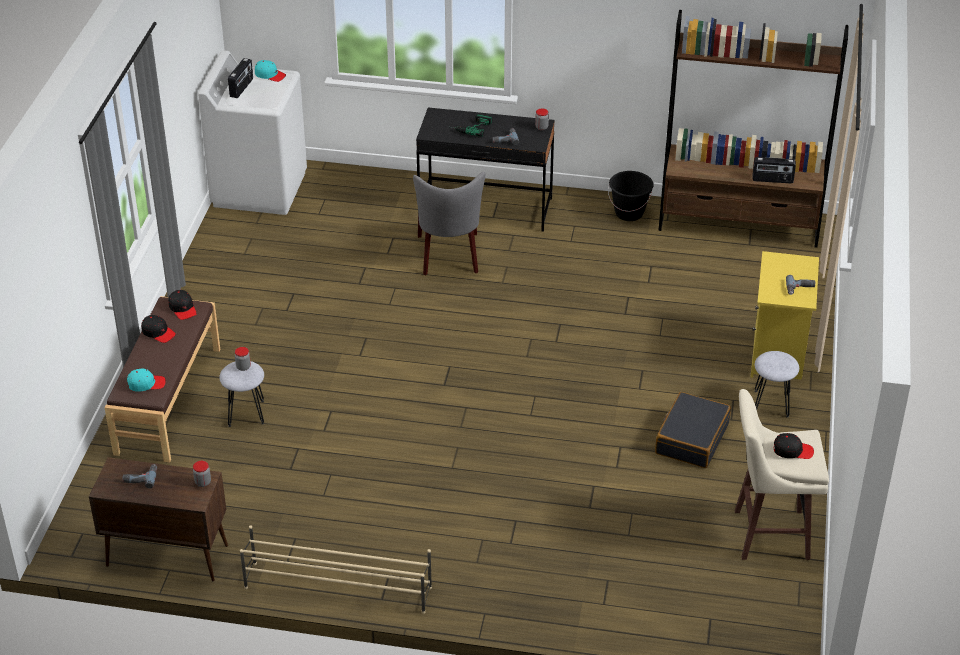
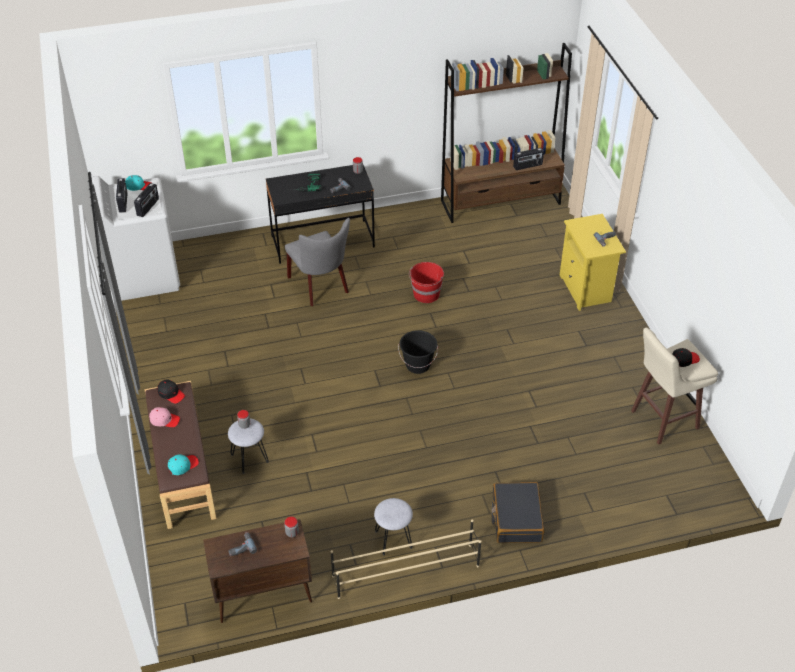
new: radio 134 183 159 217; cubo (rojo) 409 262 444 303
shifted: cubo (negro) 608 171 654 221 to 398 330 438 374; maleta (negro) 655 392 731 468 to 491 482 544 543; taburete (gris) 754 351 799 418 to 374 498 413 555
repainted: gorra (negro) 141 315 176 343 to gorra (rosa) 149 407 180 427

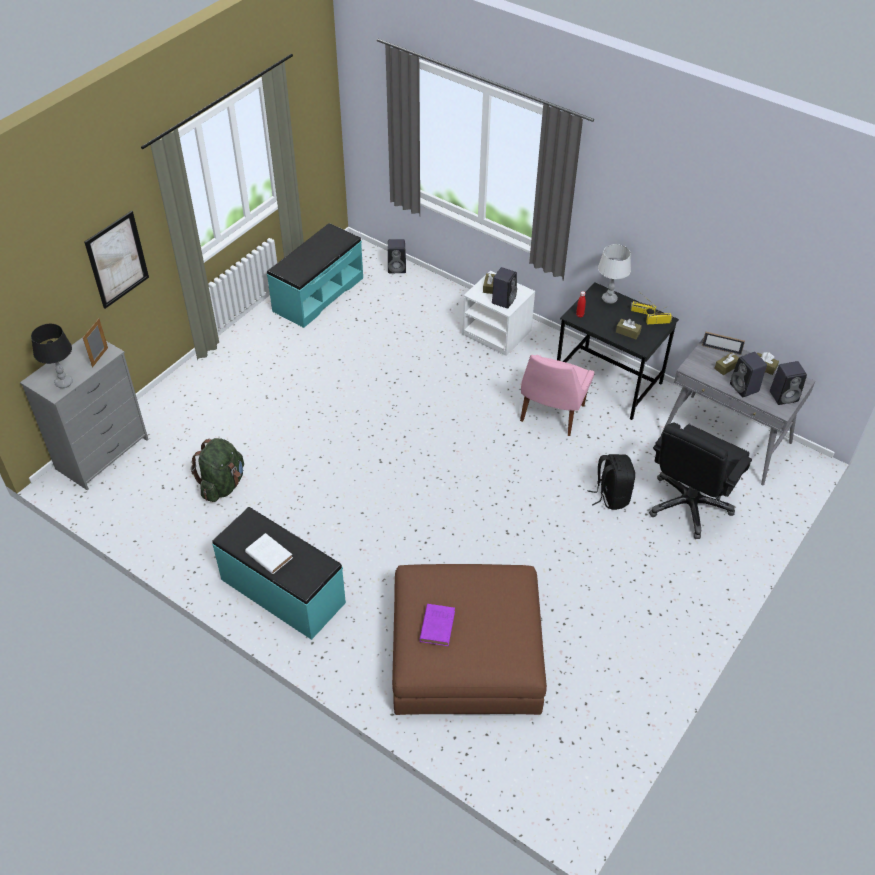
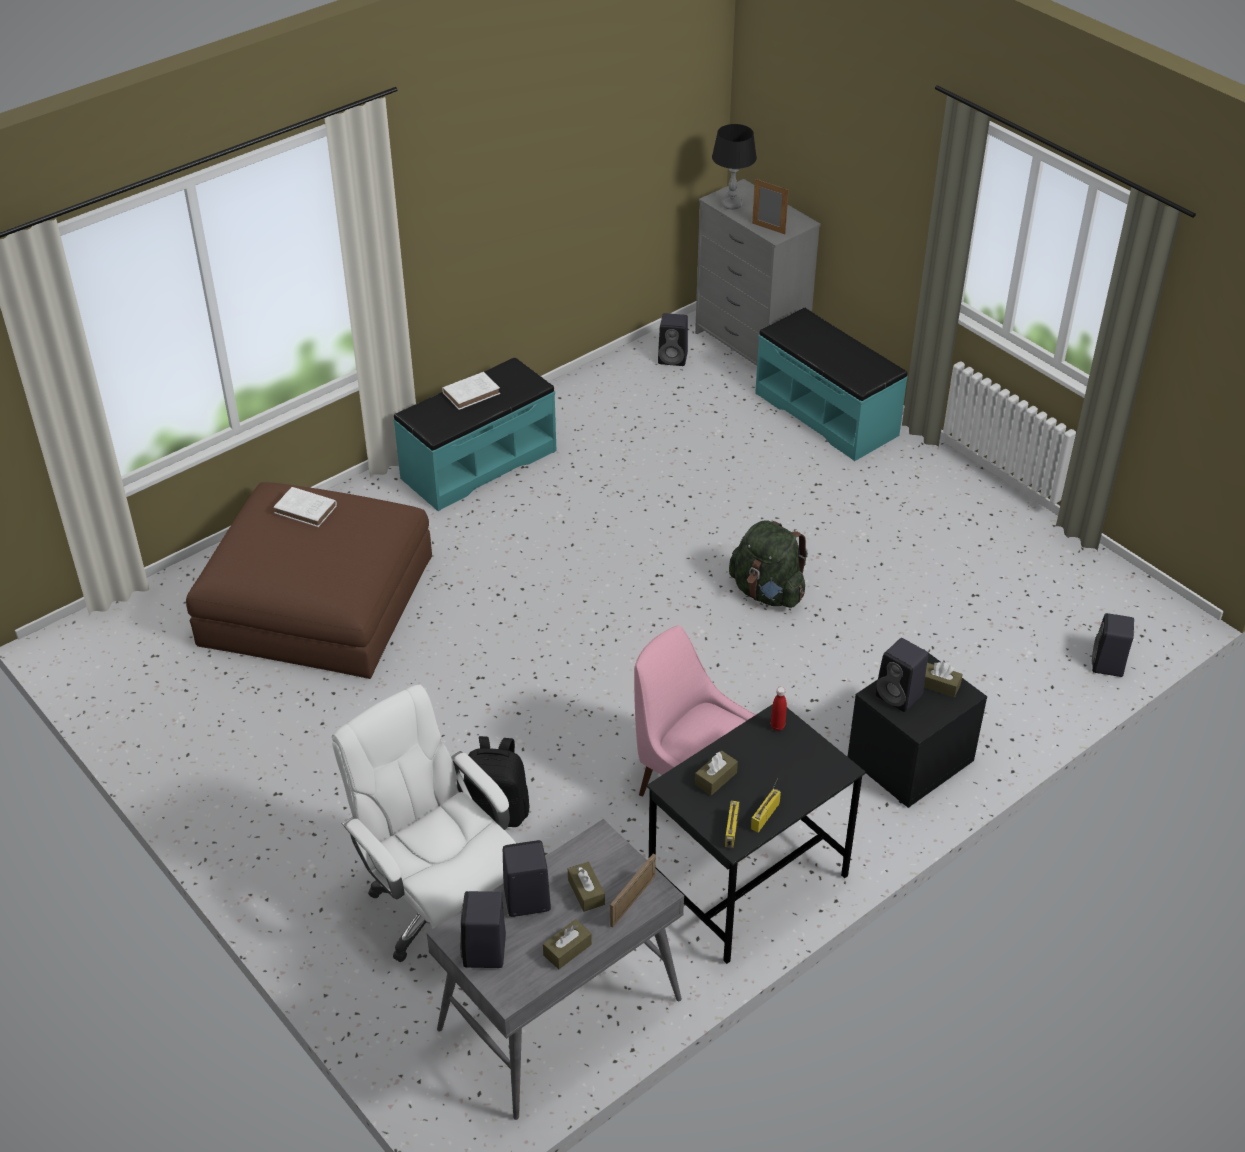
gone: cuadro 84 211 149 309; lámpara de mesa (gris) 598 244 631 304
new: altavoz (negro) 658 313 688 366
shifted: mochila (verde) 191 438 244 502 to 729 520 808 608; banco (turquesa) 267 223 363 328 to 755 308 908 461
repainted: libro (morado) 419 604 455 646 to libro (blanco) 274 487 337 527; mesita de noche (blanco) 463 271 535 356 to mesita de noche (negro) 848 649 987 808; silla de oficina (negro) 649 422 752 539 to silla de oficina (blanco) 332 684 516 962

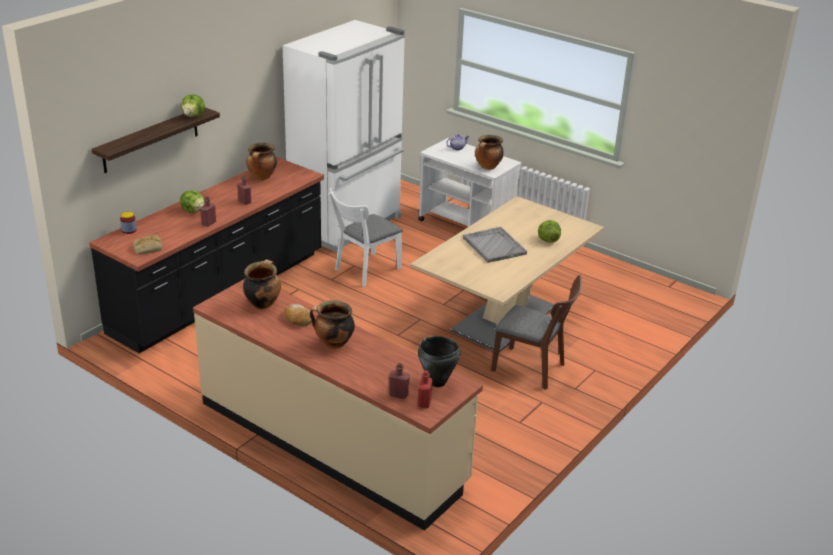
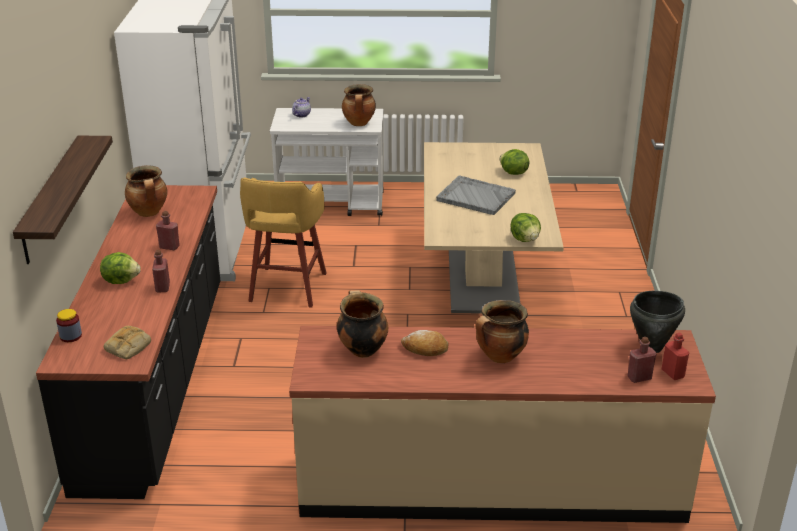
gone: silla (marrón) 491 275 582 390
shifted: lechuga 181 94 205 117 to 510 213 541 242
swapped: silla (blanco) 329 188 403 287 to taburete (amarillo) 240 177 326 308

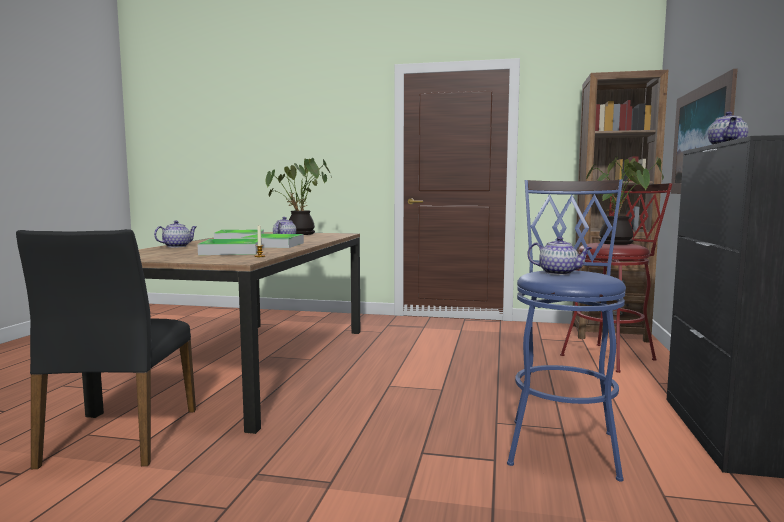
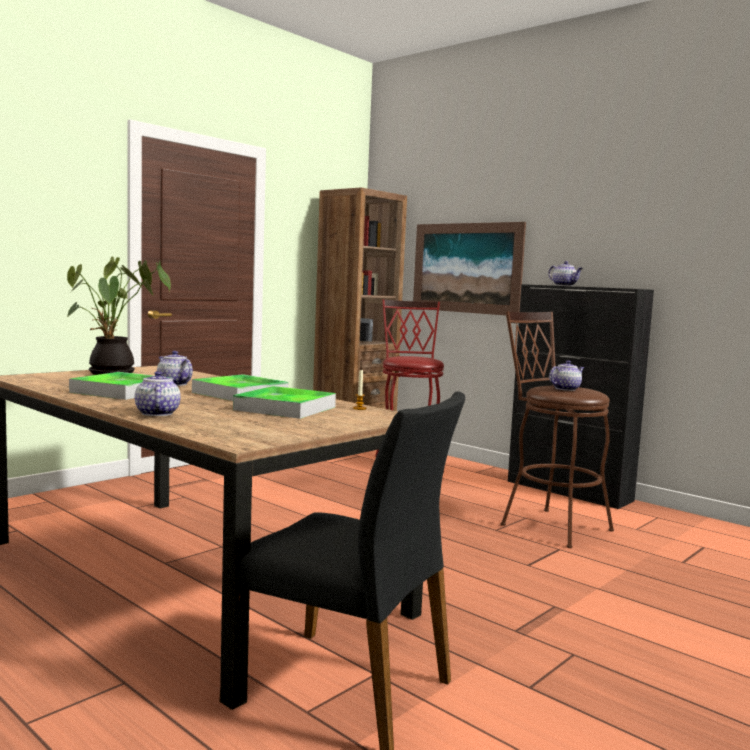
gone: planta en maceta 586 157 664 245
repainted: taburete (azul) 507 180 626 481 to taburete (marrón) 501 311 614 548

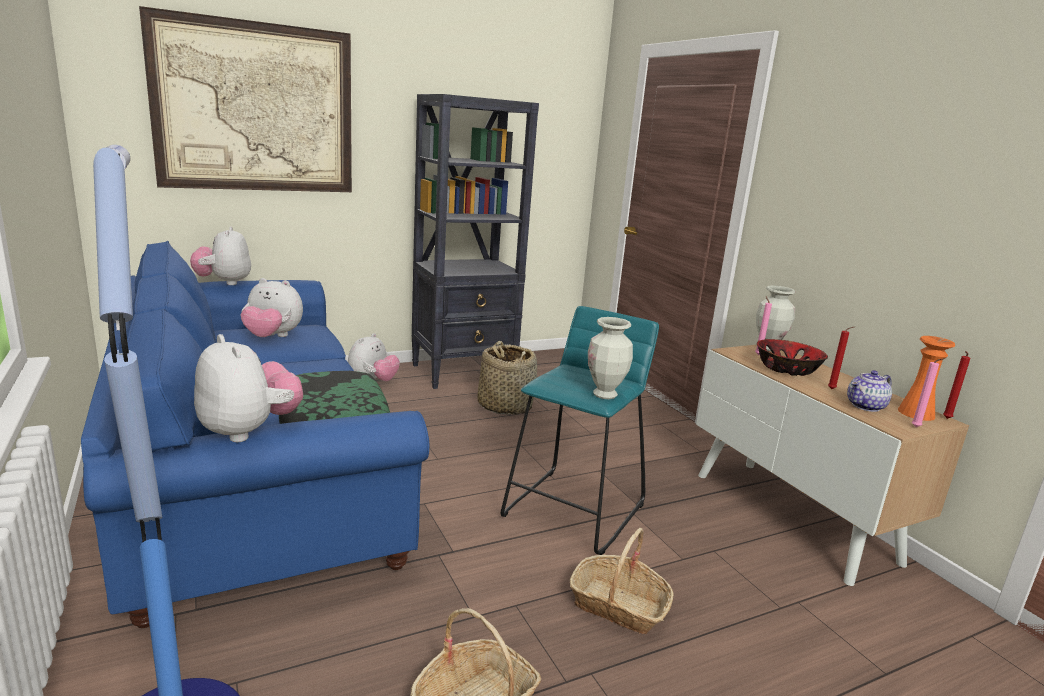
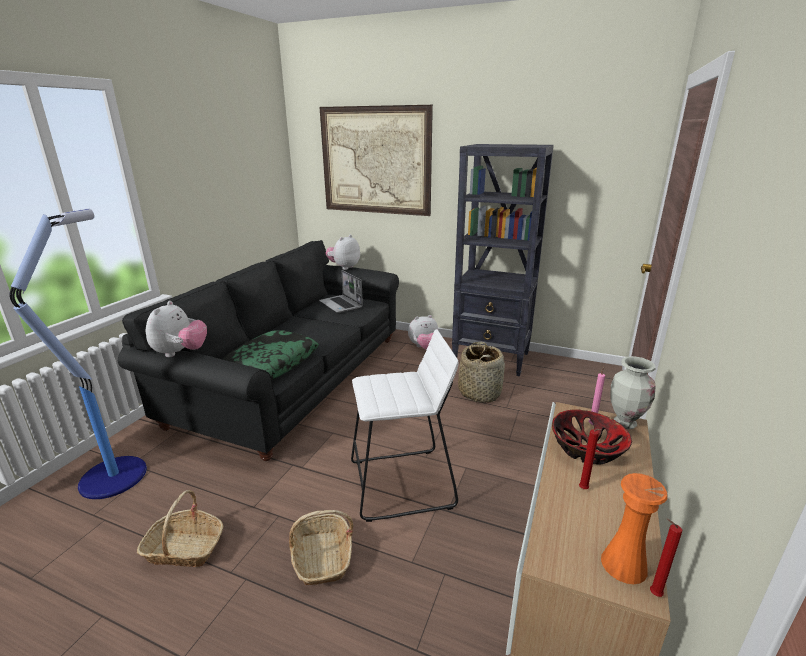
gone: florero 588 317 633 399; tetera 847 370 892 412; vela (rosa) 912 358 945 427
swapped: peluche 241 278 303 337 to portátil 319 270 363 313
repainted: sofá (azul) 81 241 429 628 to sofá (negro) 118 240 399 461; taburete (turquesa) 501 306 659 555 to taburete (blanco) 351 329 459 522

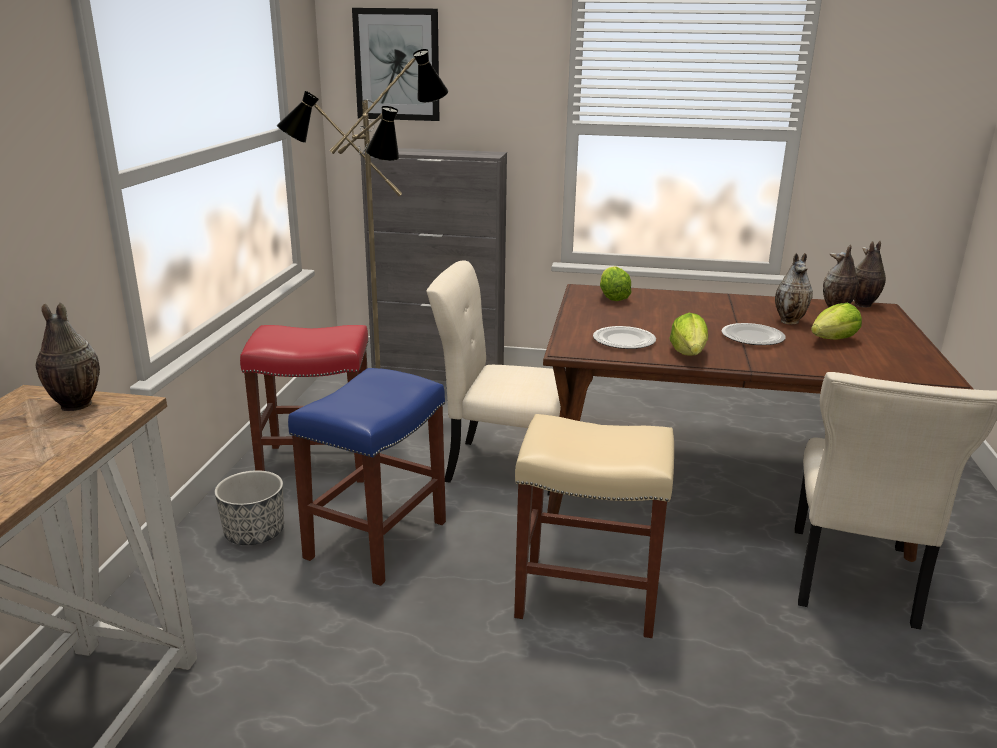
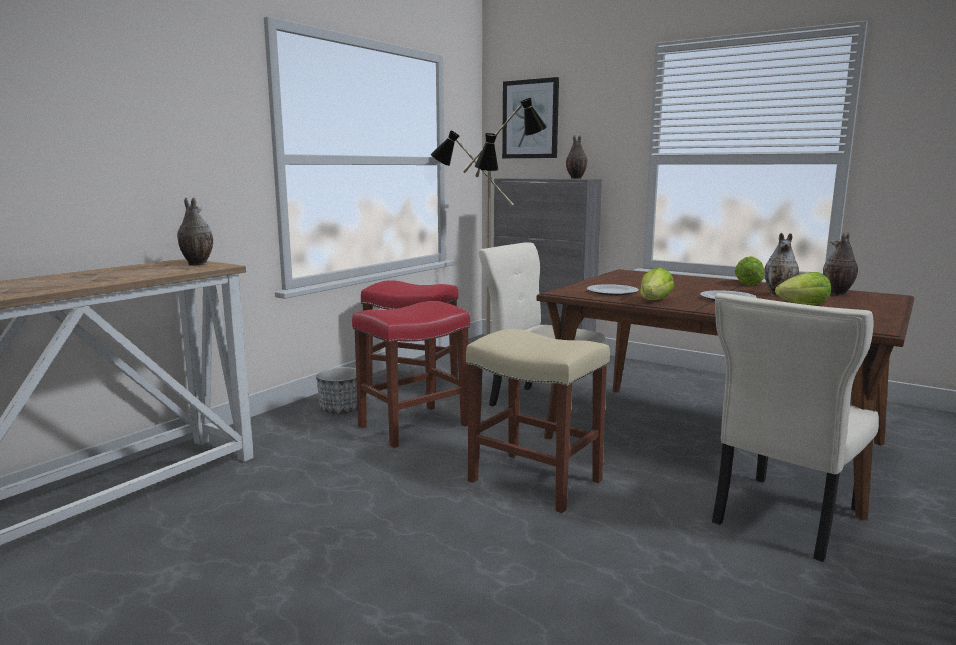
shifted: lechuga 600 267 632 301 to 735 256 764 286; florero 854 240 886 307 to 566 135 588 179
repainted: taburete (azul) 288 368 446 586 to taburete (rojo) 352 301 470 448

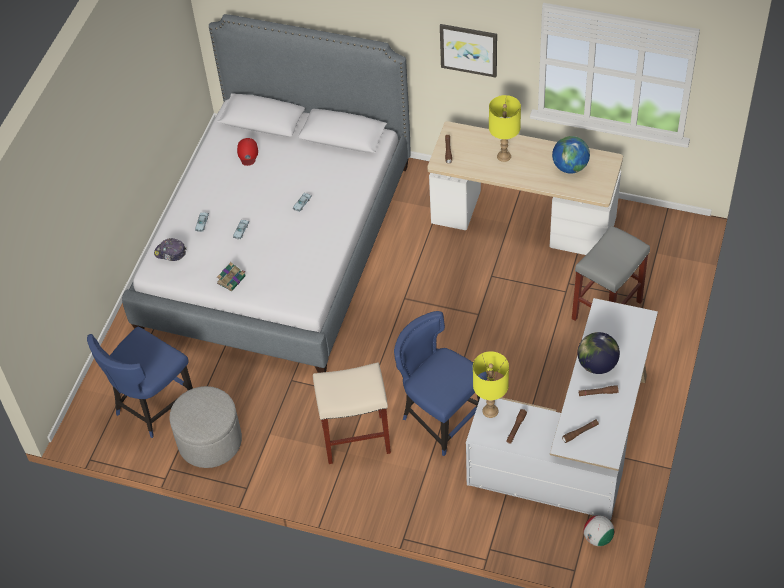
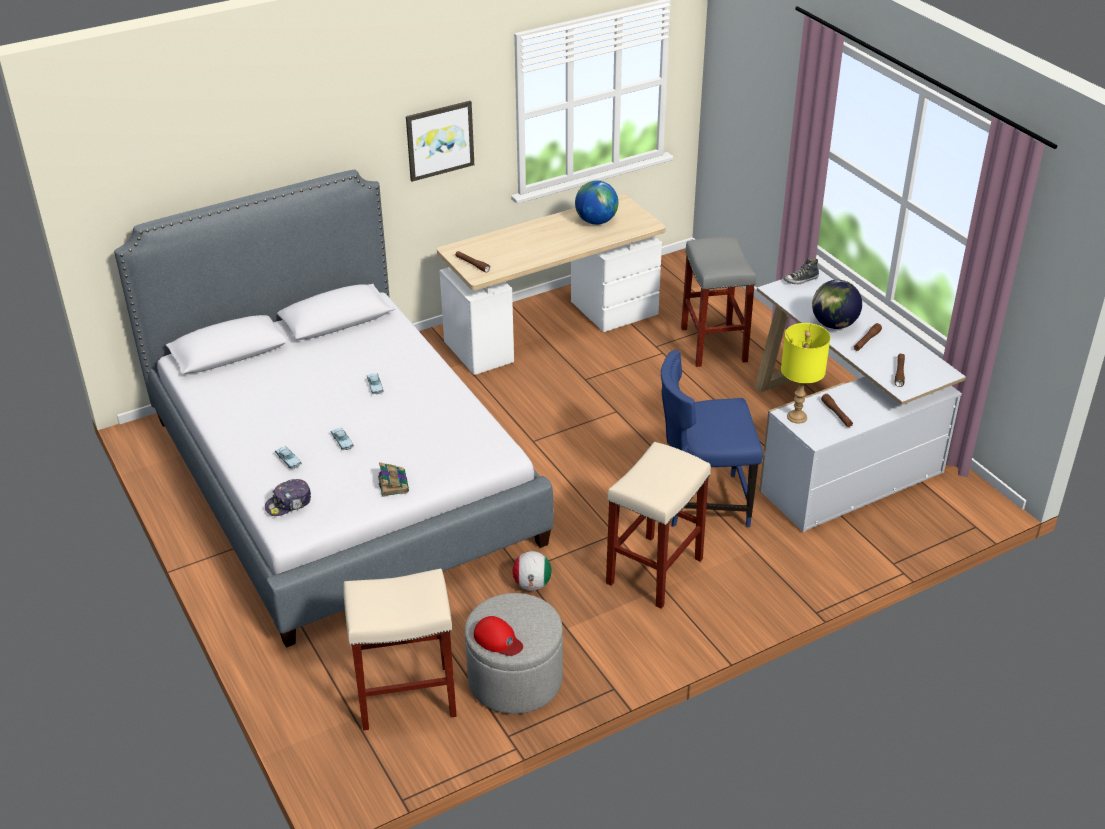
gone: lámpara de mesa (amarillo) 489 95 521 162
new: zapato 784 258 819 284
shifted: gorra (rojo) 237 138 258 166 to 474 616 523 656; balón de fútbol 584 515 614 546 to 513 551 551 591
swapped: silla (azul) 87 327 193 438 to taburete (beis) 343 569 457 730

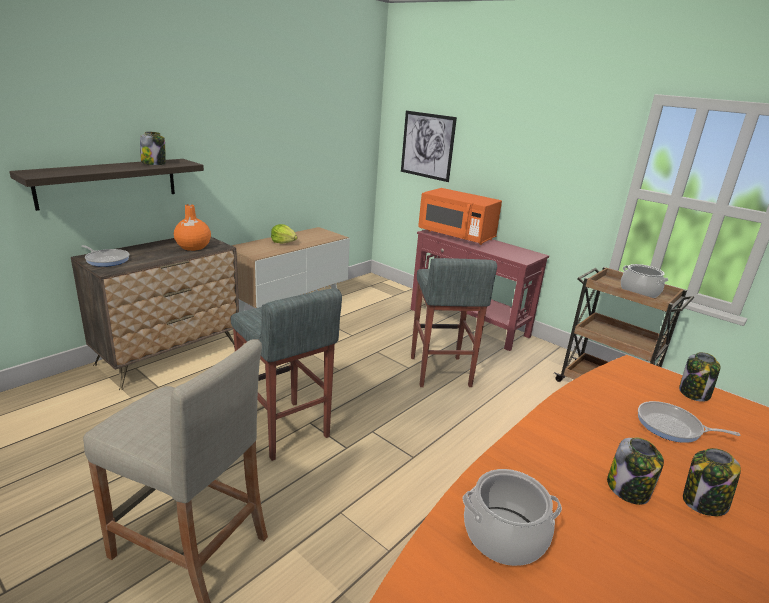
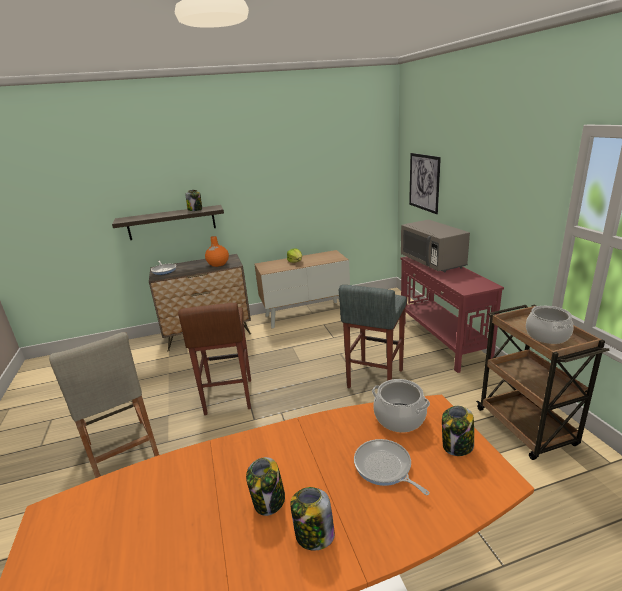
shifted: olla 462 469 562 566 to 372 379 430 433
repainted: taburete (gris) 231 288 342 461 to taburete (marrón) 178 303 251 415; microondas (naranja) 418 188 502 245 to microondas (gris) 401 220 470 273

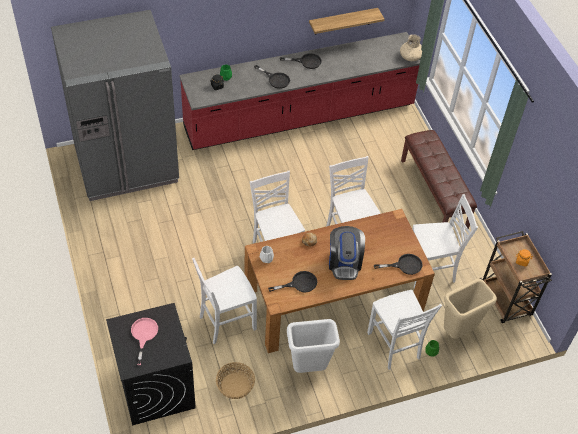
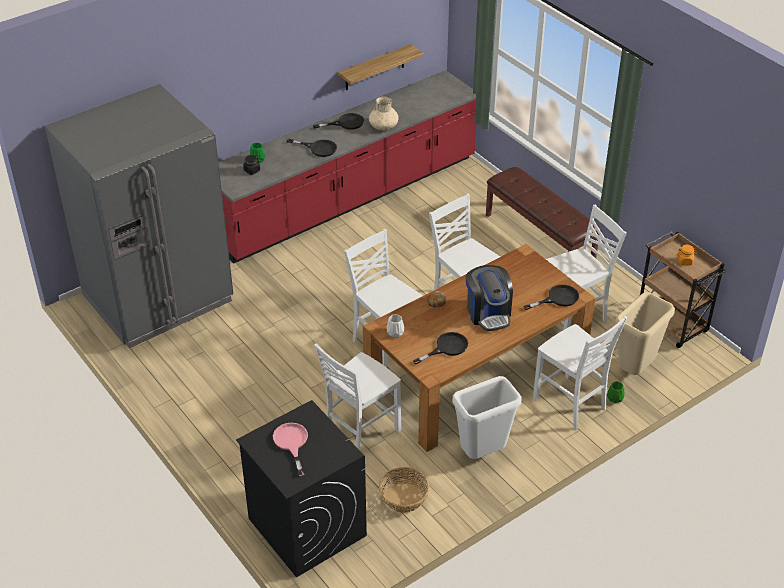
shifted: florero (beis) 400 34 422 61 to 369 96 399 130

